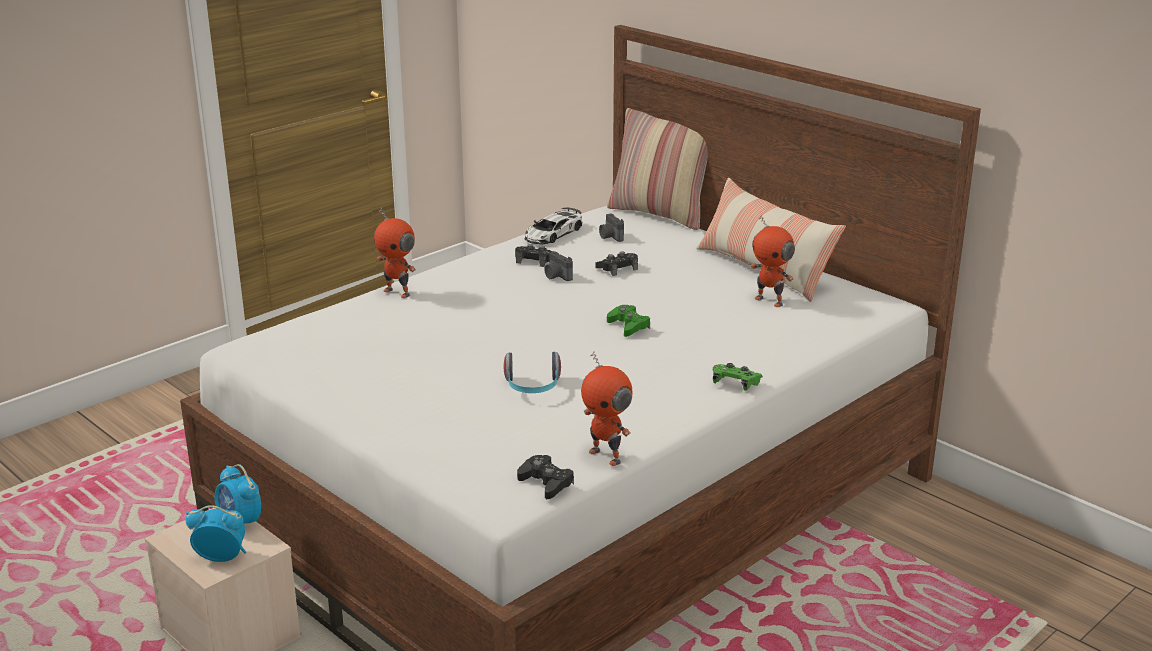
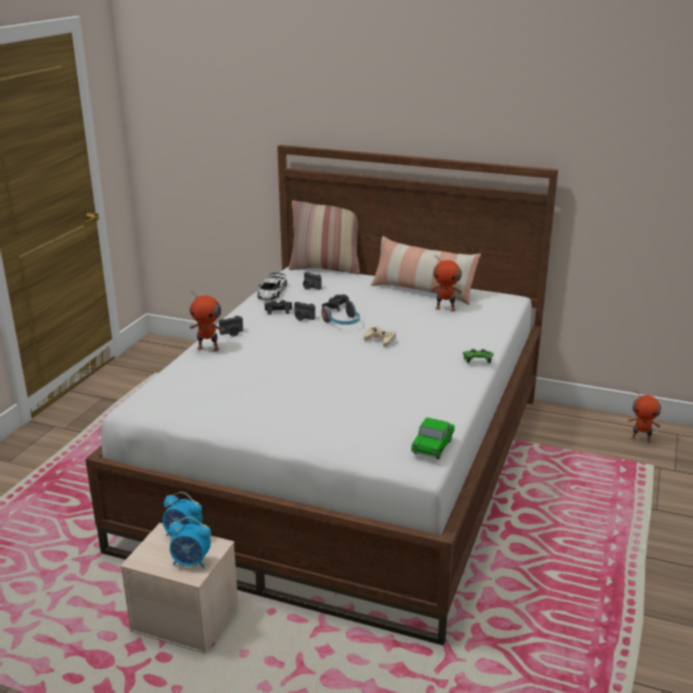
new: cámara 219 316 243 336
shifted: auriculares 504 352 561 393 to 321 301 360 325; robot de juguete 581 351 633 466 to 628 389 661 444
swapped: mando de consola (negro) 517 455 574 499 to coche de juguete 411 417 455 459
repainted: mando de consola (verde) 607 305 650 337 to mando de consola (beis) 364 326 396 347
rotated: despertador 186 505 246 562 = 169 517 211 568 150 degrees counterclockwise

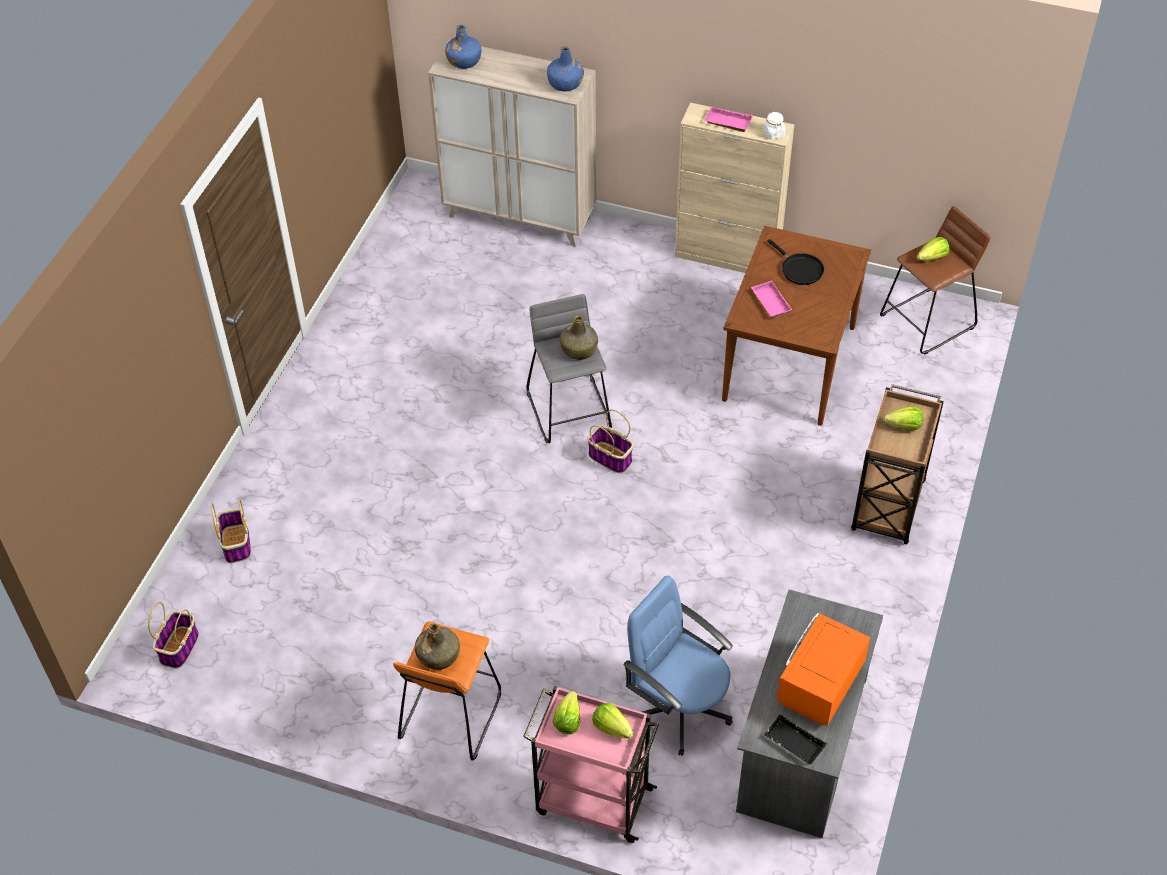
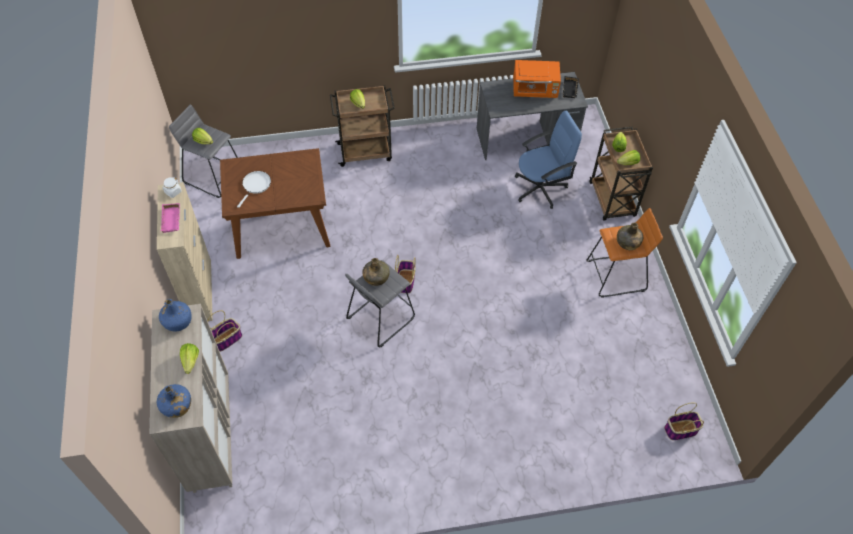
gone: bandeja (rosa) 751 280 792 318
new: lechuga 180 343 199 374
shifted: cesta 211 499 251 563 to 208 310 242 352
repainted: carrito (rosa) 523 685 659 843 to carrito (marrón) 589 127 653 221; sartén (negro) 767 239 824 285 to sartén (blanco) 237 171 271 208; taburete (marrón) 880 206 990 355 to taburete (gris) 169 105 238 198
rotated: silla de oficina (azul) 623 576 733 756 = 515 111 582 209 120 degrees counterclockwise

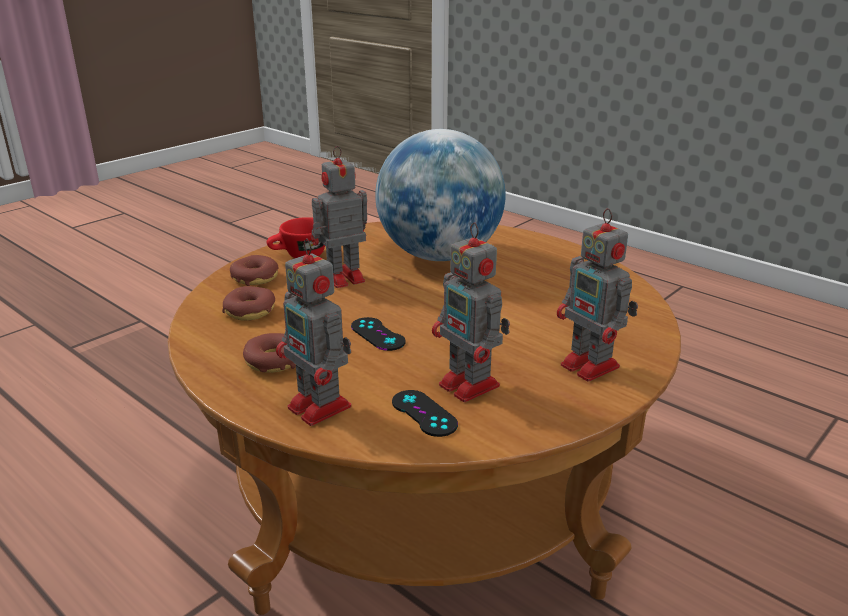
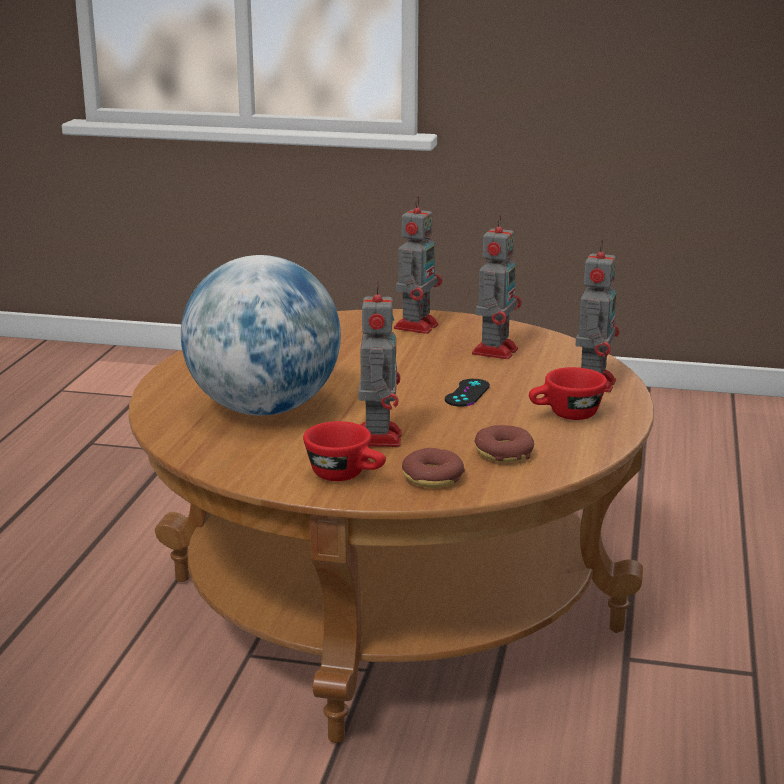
gone: mando de consola (negro) 392 390 458 437
swapped: rosquilla 243 333 296 373 to taza (rojo) 529 367 607 420
rotated: robot de juguete 311 146 367 288 = 358 280 402 447 120 degrees counterclockwise

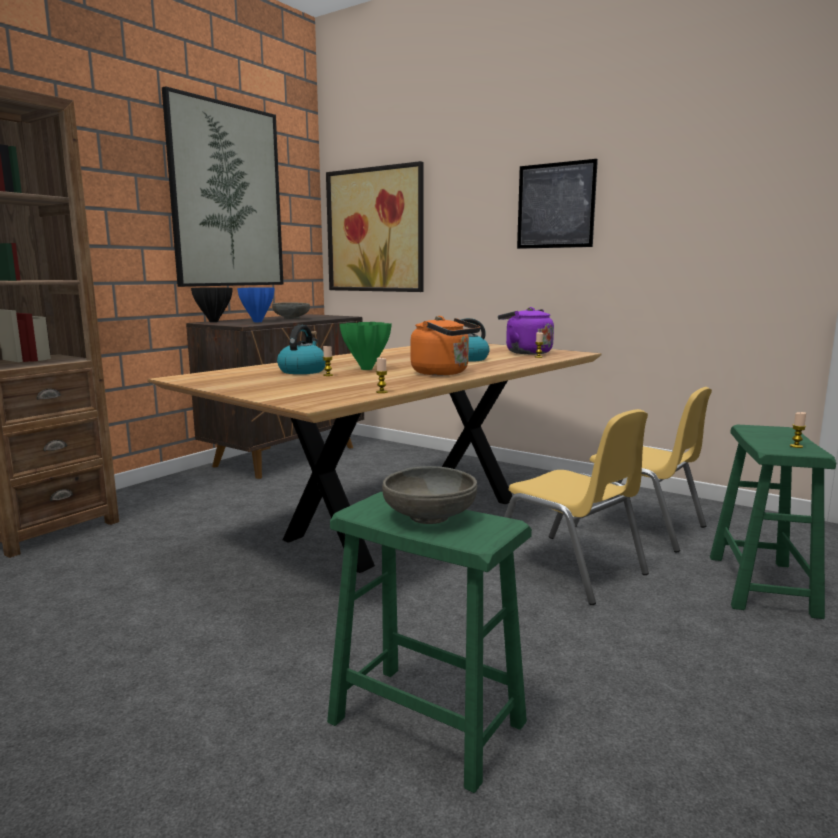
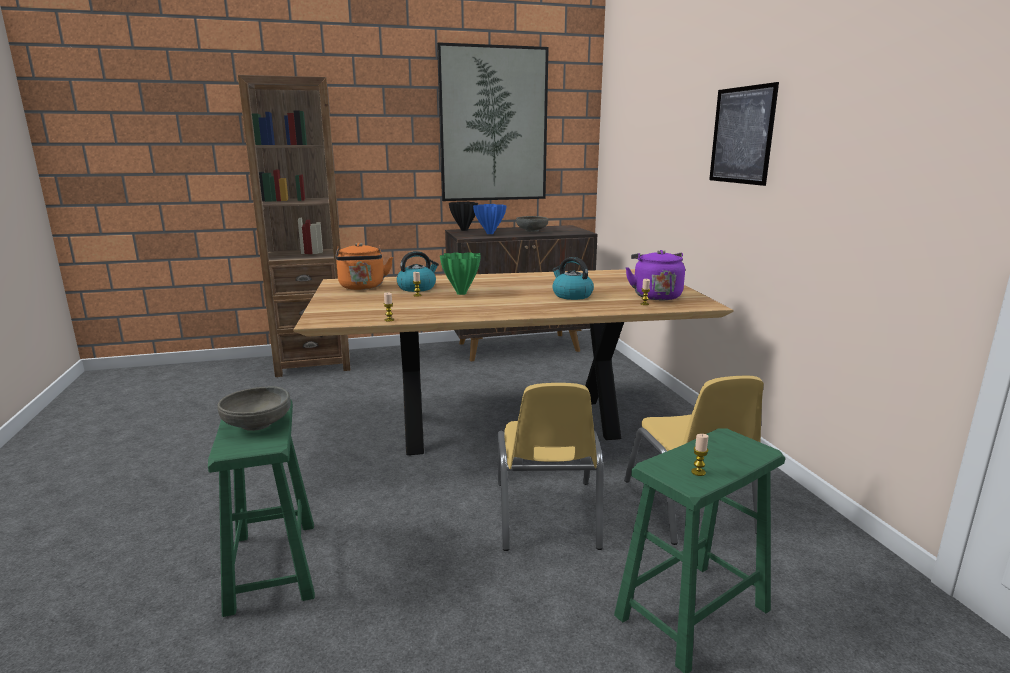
gone: cuadro 326 161 424 292
shifted: hervidor (naranja) 411 316 480 375 to 336 243 393 290

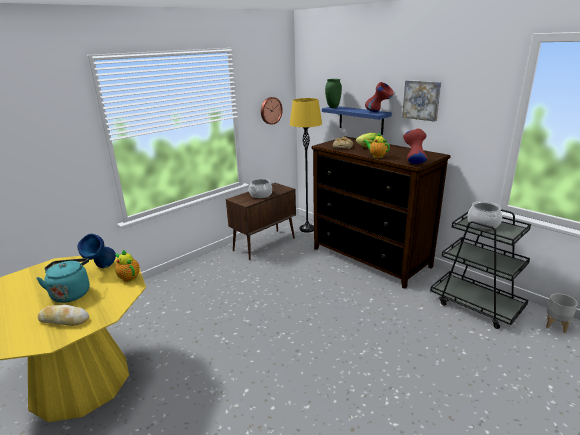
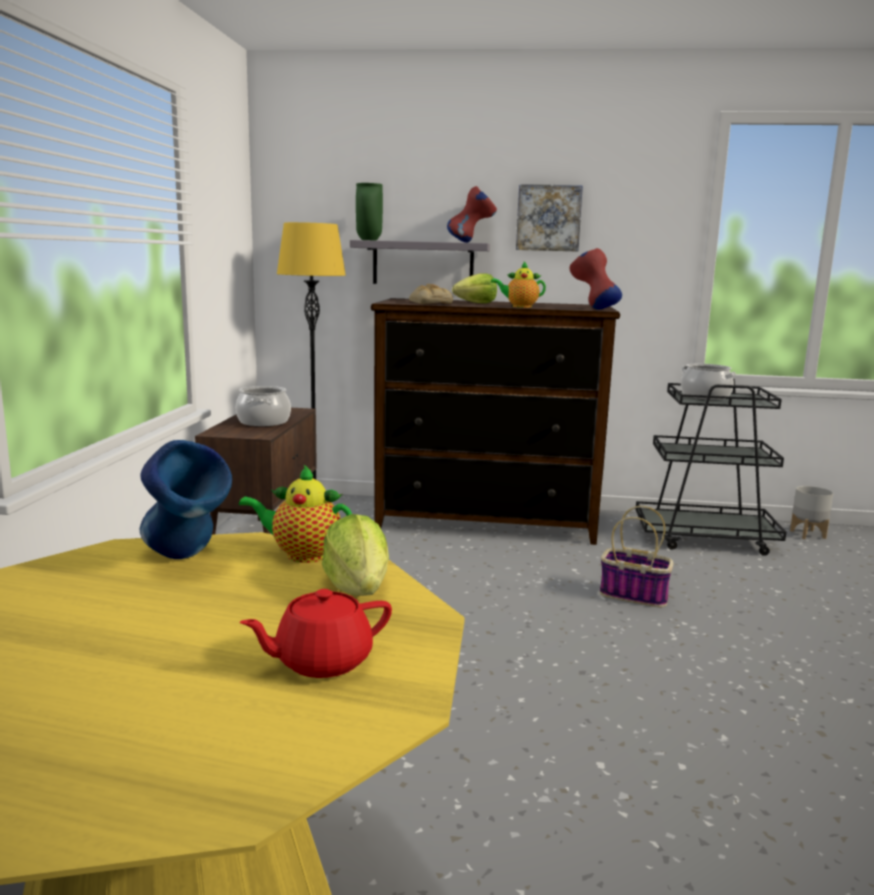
gone: hervidor (turquesa) 36 258 90 303; reloj de pared 261 97 283 125
new: lechuga 322 514 389 596; cesta 600 506 673 607
swapped: pan 38 305 89 326 to tetera (rojo) 239 589 392 678
repainted: estante (azul) 322 106 392 135 to estante (gris) 350 240 490 284

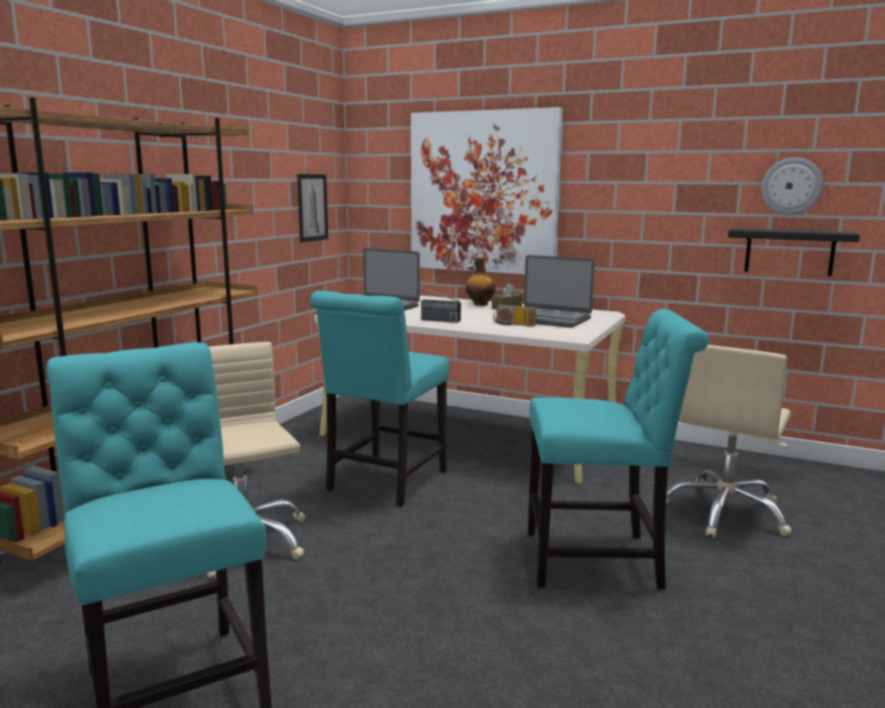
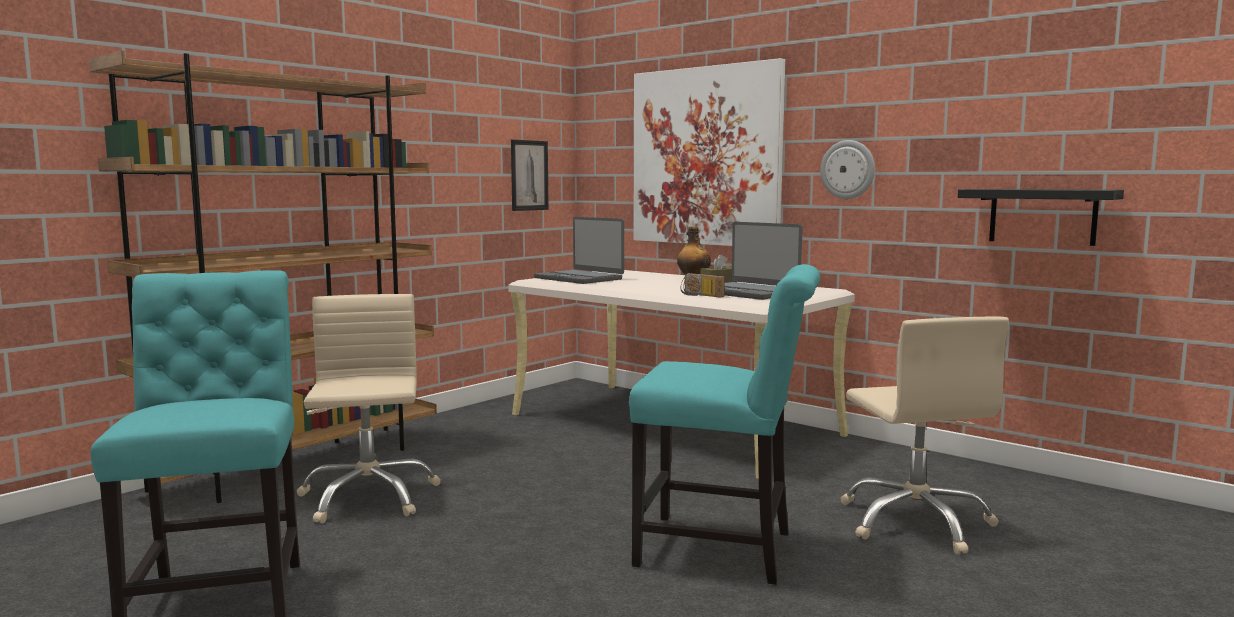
gone: silla (turquesa) 310 291 450 507; radio 405 283 461 323
shifted: reloj de pared 761 157 823 215 to 820 140 875 199
rotated: silla de oficina (beis) 666 345 792 538 = 840 317 1009 554 60 degrees counterclockwise

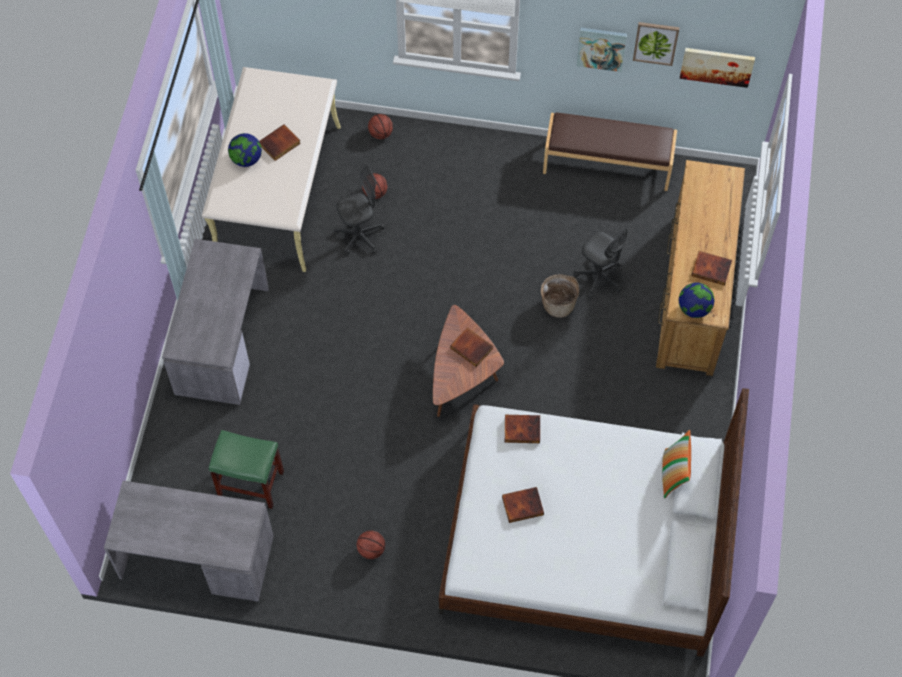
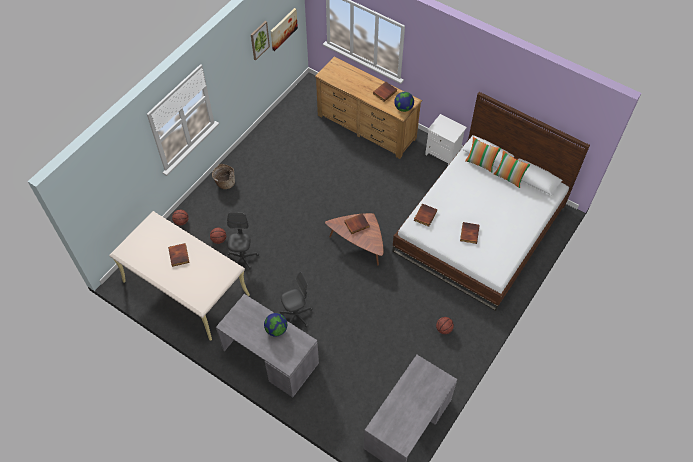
gone: taburete (verde) 209 430 284 509; banco (marrón) 543 112 677 191; cuadro 577 28 627 72
new: mesita de noche (blanco) 425 114 467 165; cojín 494 150 530 188
shifted: globo terráqueo 228 133 262 167 to 264 313 287 337; cesta 541 274 579 318 to 212 164 235 189; silla de oficina (gris) 573 224 630 298 to 280 272 313 328

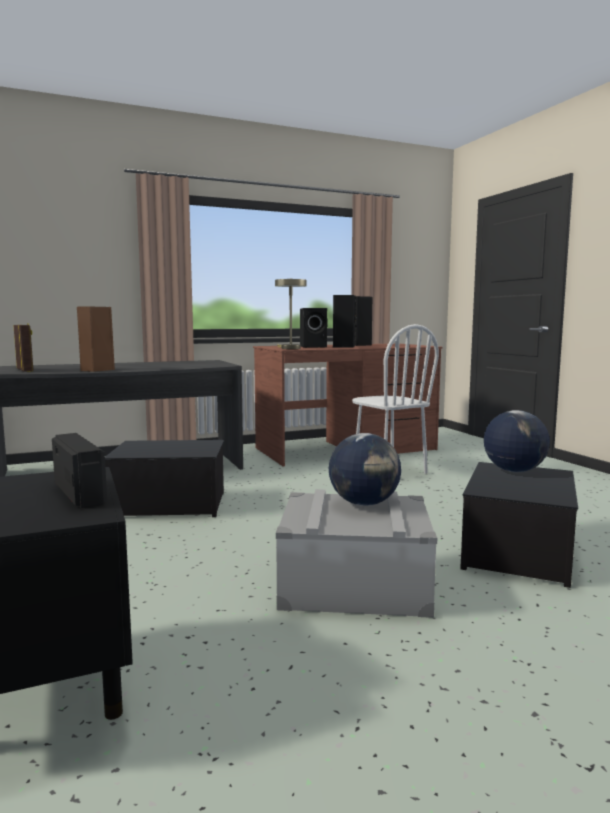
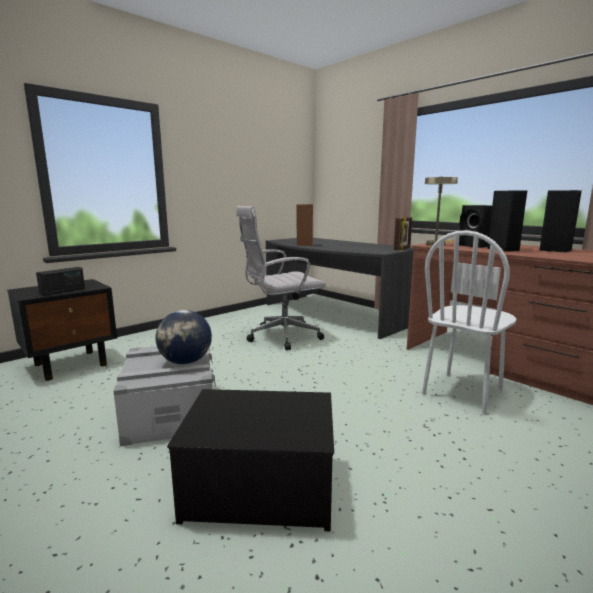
gone: globo terráqueo 484 410 550 472
shifted: portarretratos 13 324 33 372 to 394 217 412 250
swapped: caja de almacenaje 105 440 224 517 to silla de oficina (blanco) 236 206 326 350

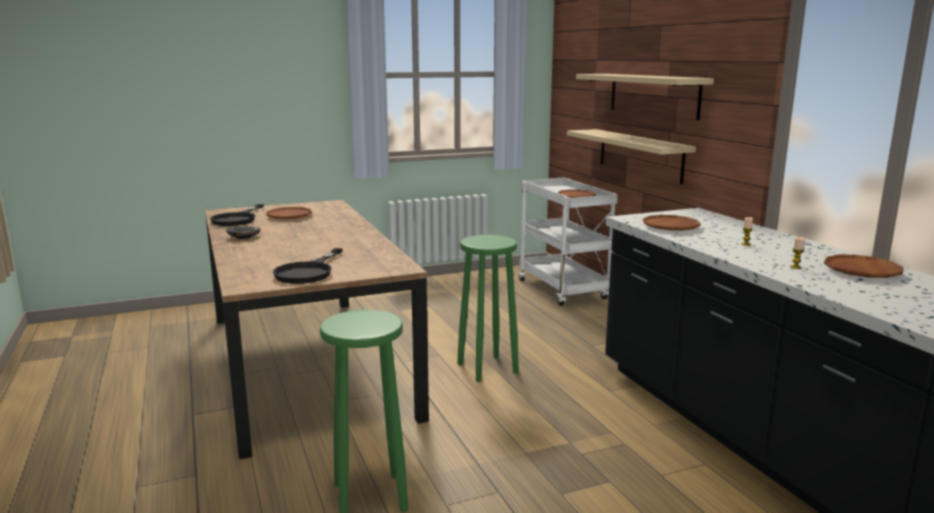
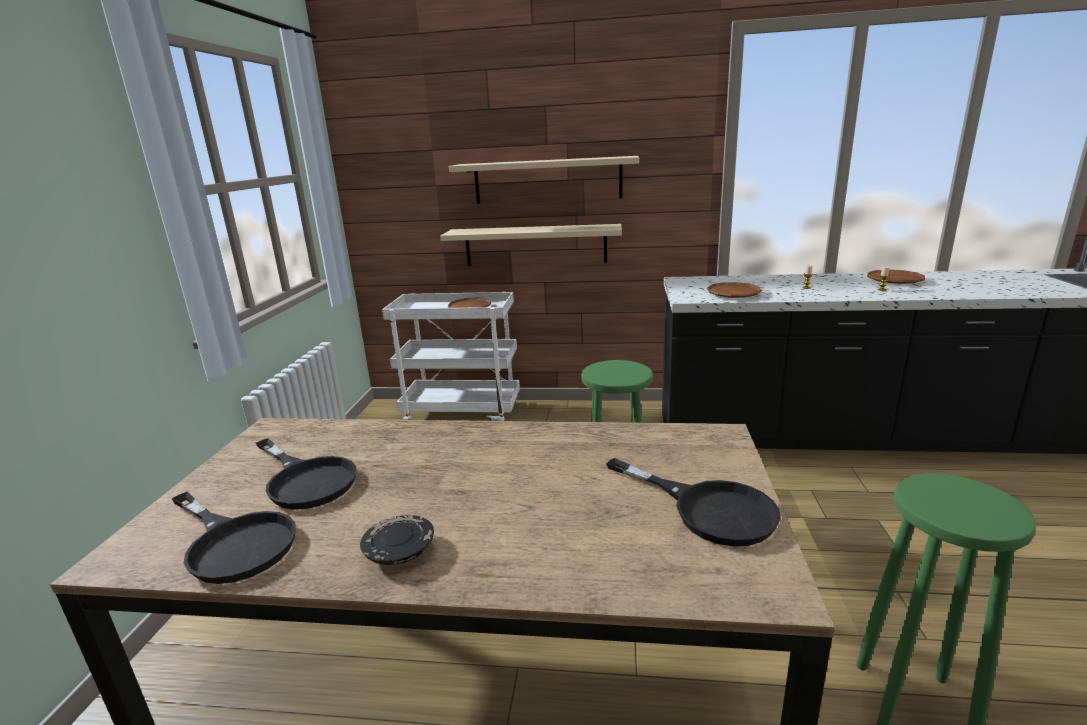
swapped: plato (marrón) 266 207 312 219 to sartén (negro) 256 438 357 510

